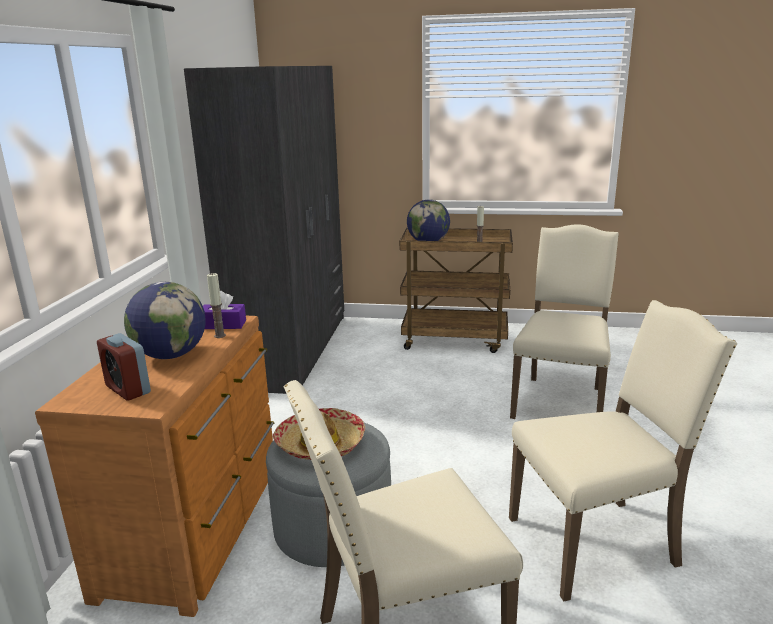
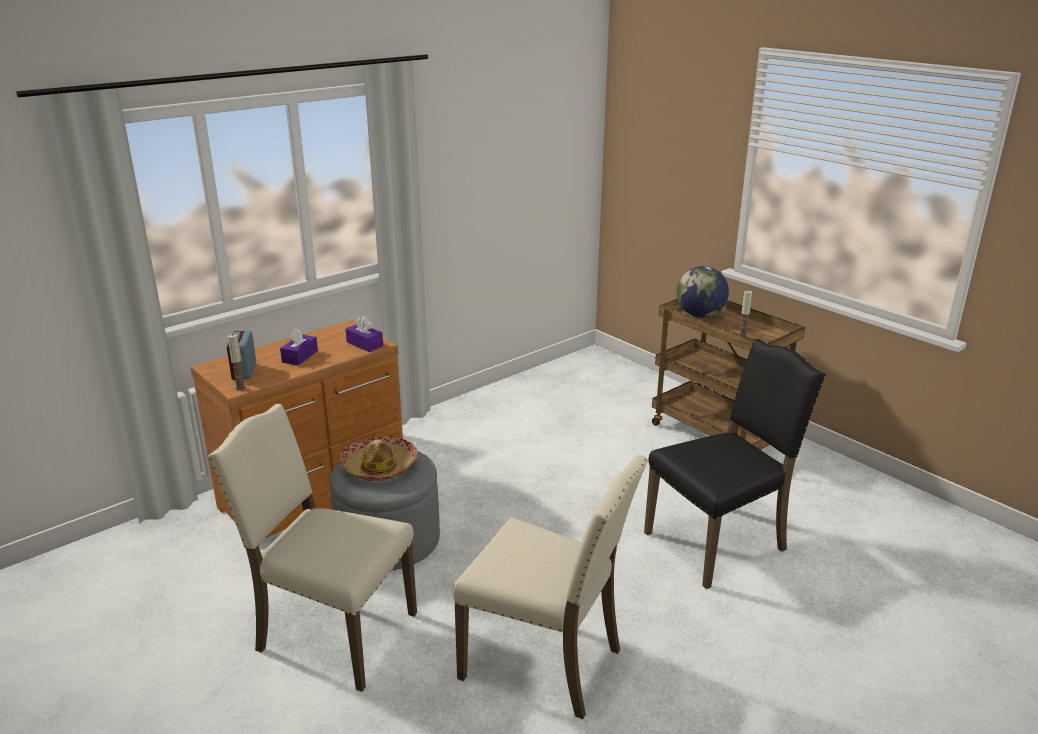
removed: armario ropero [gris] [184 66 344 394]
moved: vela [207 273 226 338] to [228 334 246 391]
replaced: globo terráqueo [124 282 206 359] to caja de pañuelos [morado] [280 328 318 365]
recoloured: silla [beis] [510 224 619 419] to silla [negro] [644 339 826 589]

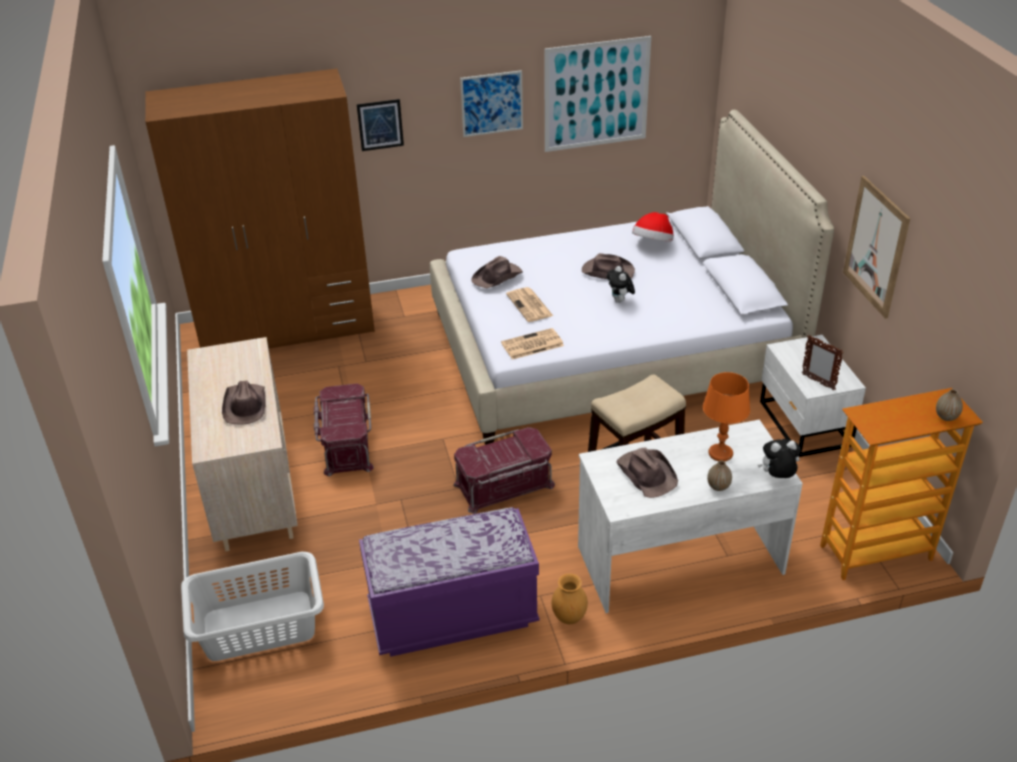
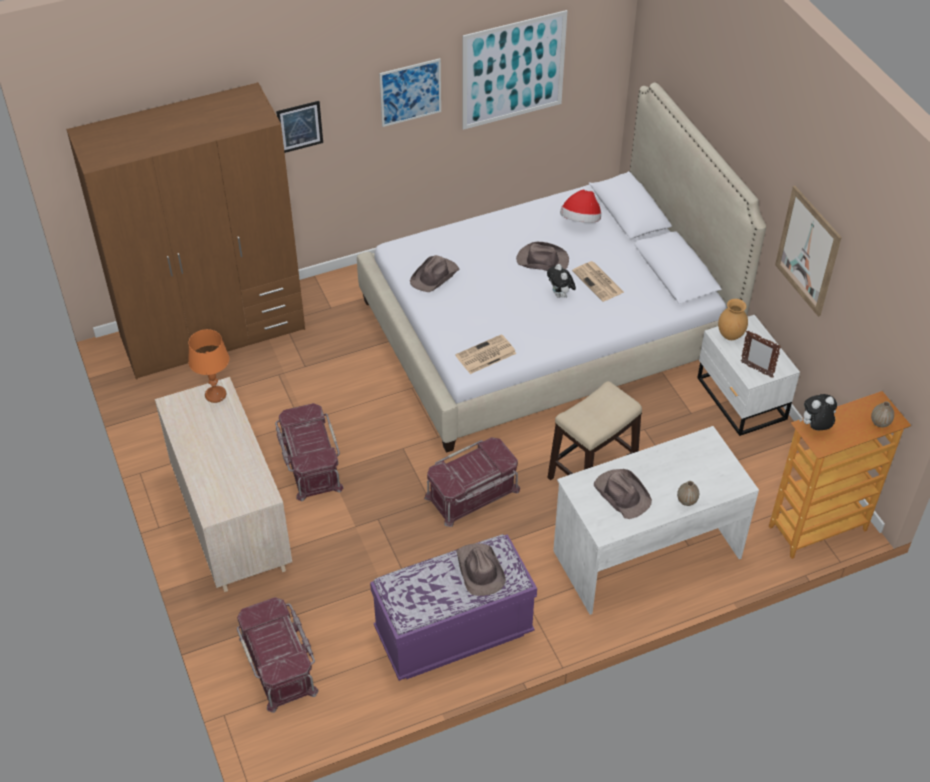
moved: periódico [506 287 553 322] to [572 261 624 302]; lámpara de mesa [naranja] [703 372 750 461] to [188 329 229 403]; sombrero [marrón] [222 380 266 424] to [456 543 506 596]; peluche [758 439 800 478] to [800 394 837 430]; florero [marrón] [552 573 588 624] to [718 299 748 340]
replaced: cesto de la ropa [blanco] [181 552 324 661] to caja de almacenaje [rojo] [237 597 318 713]

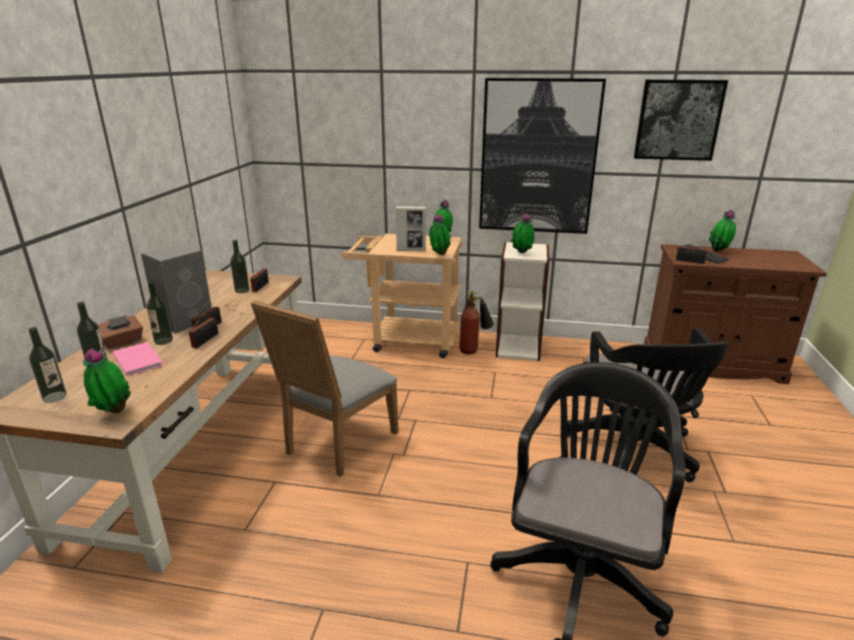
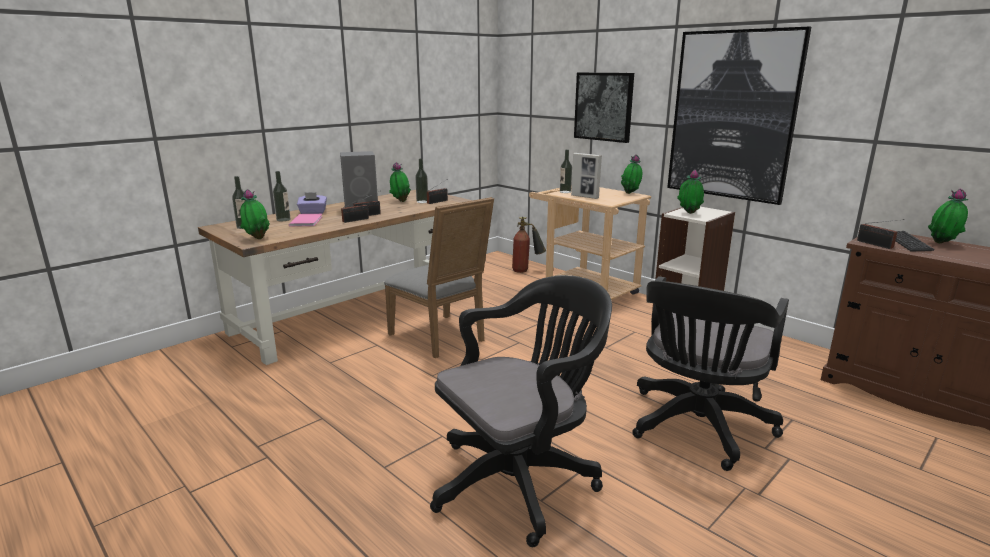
moved: cuadro [634 80 728 161] to [574 73 634 143]; planta en maceta [429 214 451 255] to [389 162 411 202]; botella [147 281 173 345] to [560 150 572 193]; extintor [459 291 494 354] to [512 217 546 273]
recoloured: caja de pañuelos [marrón] [98 315 143 349] to caja de pañuelos [morado] [297 192 327 214]
turned: silla [gris] [251 300 399 477] = [384 197 494 358] 105 degrees counterclockwise

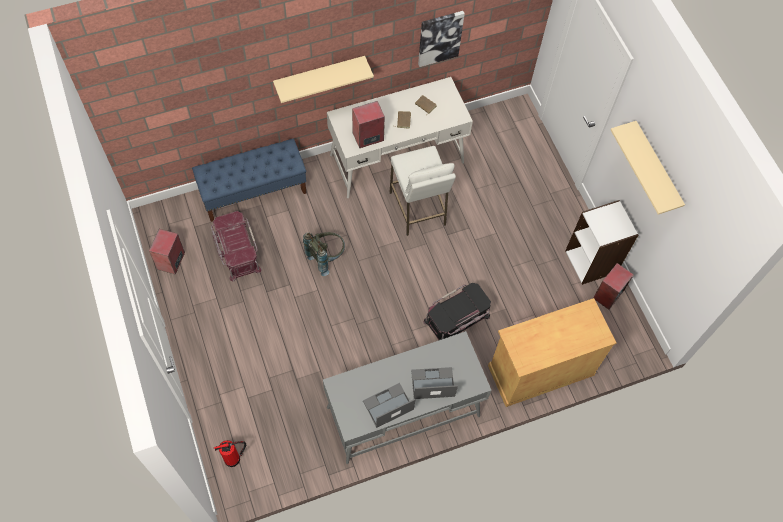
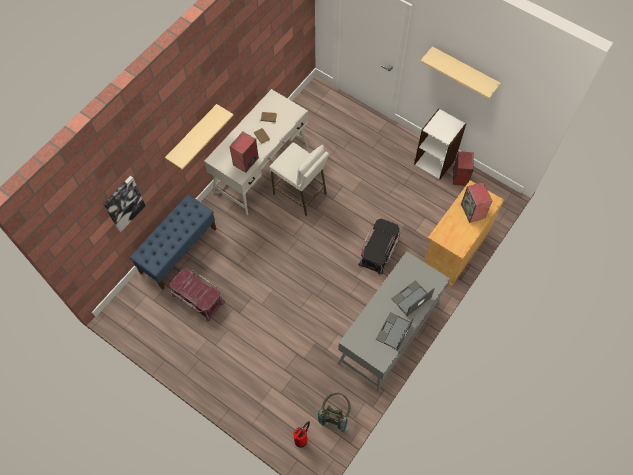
moved: cuadro [418 11 465 67] to [103 176 145 232]; altavoz [149 229 185 275] to [461 182 492 223]; mochila [gris] [303 232 345 276] to [318 393 351 432]

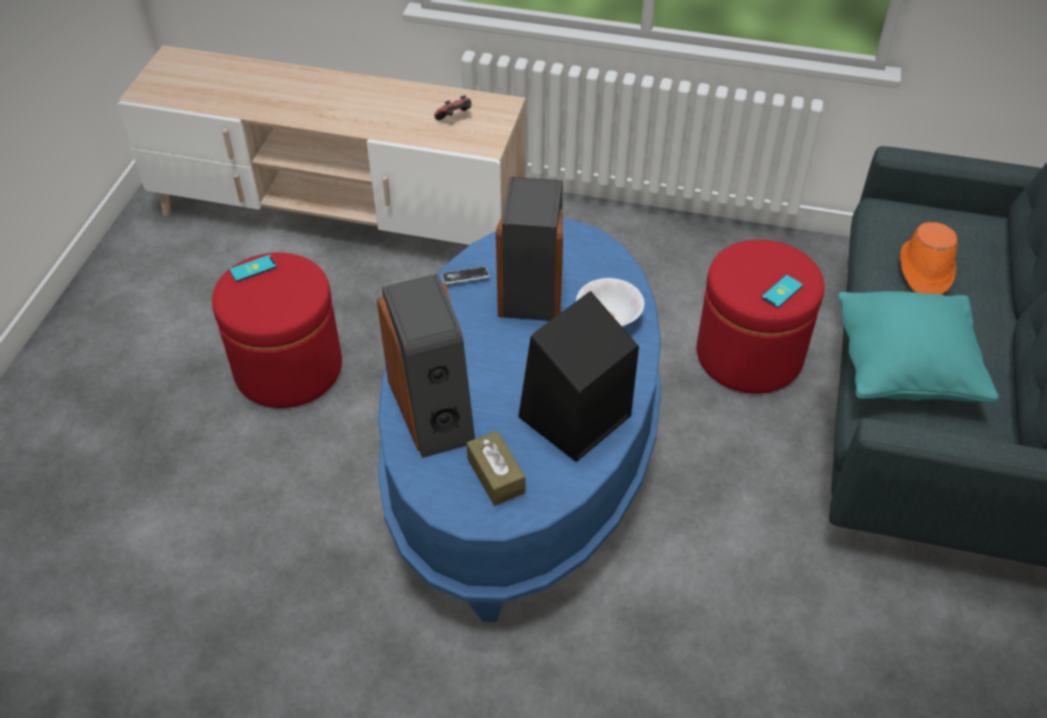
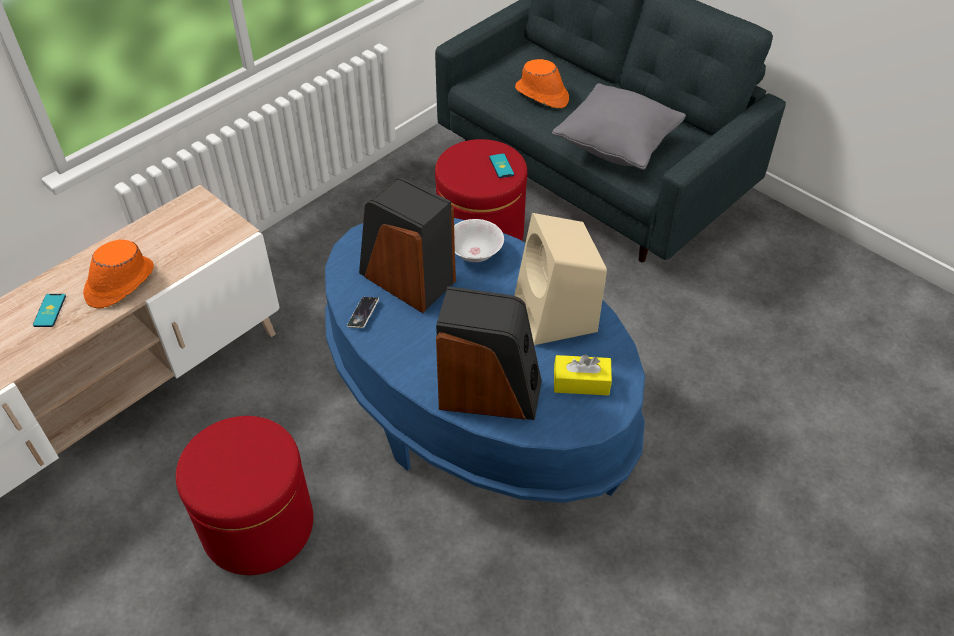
removed: mando de consola [434 95 471 120]
added: sombrero [naranja] [83 240 154 308]
moved: móvil [230 255 277 282] to [33 294 66 327]
recoloured: altavoz [negro] [518 291 639 462] to altavoz [beis] [514 213 607 345]; cojín [turquesa] [837 291 999 402] to cojín [gris] [552 83 686 170]; caja de pañuelos [marrón] [466 431 525 506] to caja de pañuelos [amarillo] [554 354 612 396]

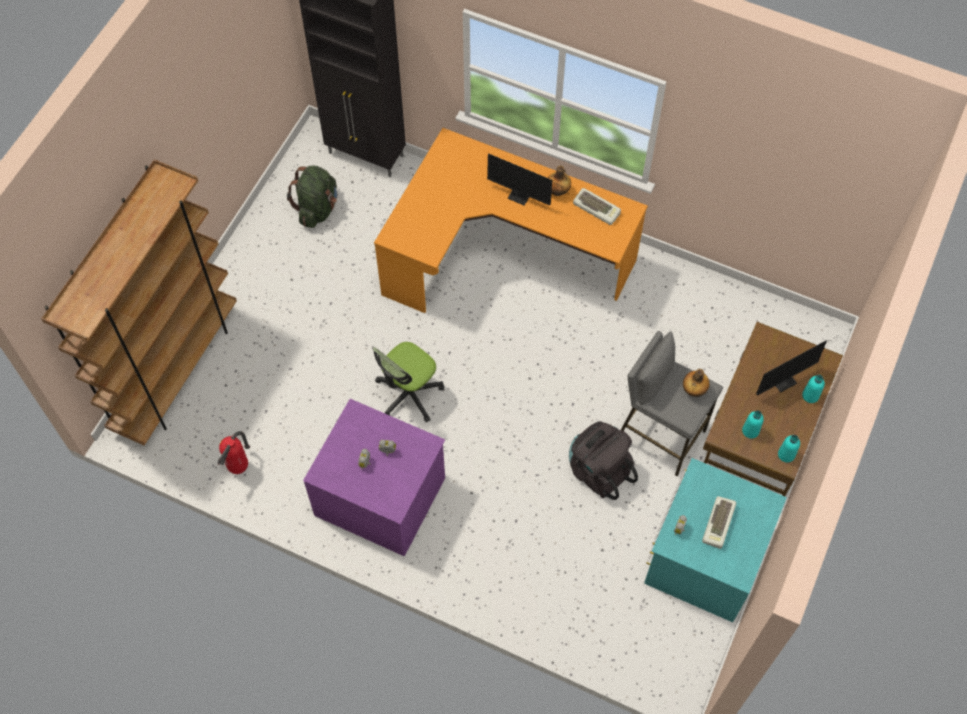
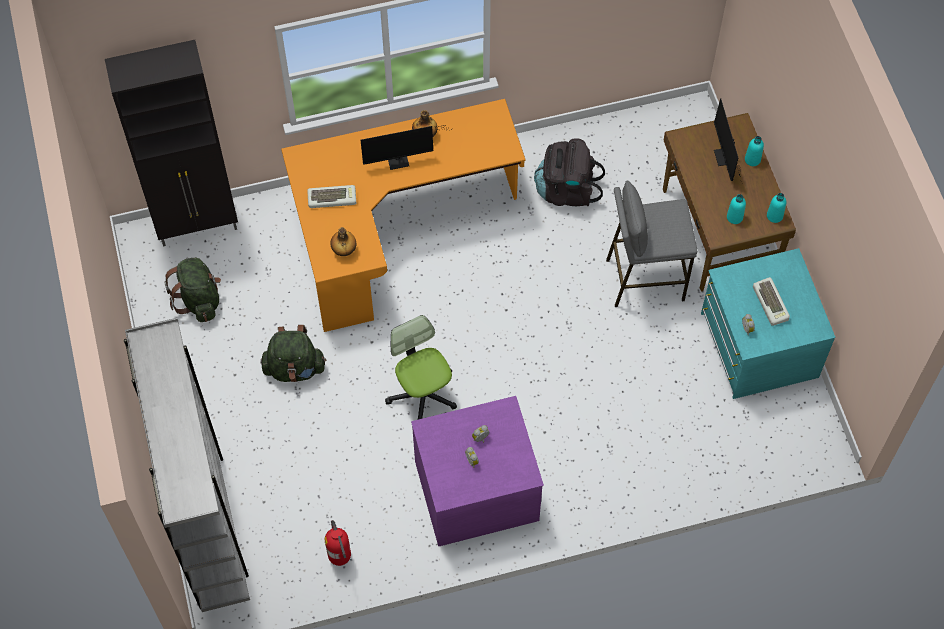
added: mochila [verde] [261 325 326 382]
moved: teclado [573 188 621 225] to [307 185 356 208]; botella [683 369 710 397] to [330 227 356 256]; mochila [negro] [569 421 638 500] to [534 138 605 206]
recoloured: estantería [marrón] [41 160 237 446] to estantería [gris] [124 318 250 612]
turned: monitor [756 336 838 396] = [714 98 741 181] 150 degrees clockwise; silla de oficina [373 342 444 423] = [385 315 457 420] 150 degrees clockwise

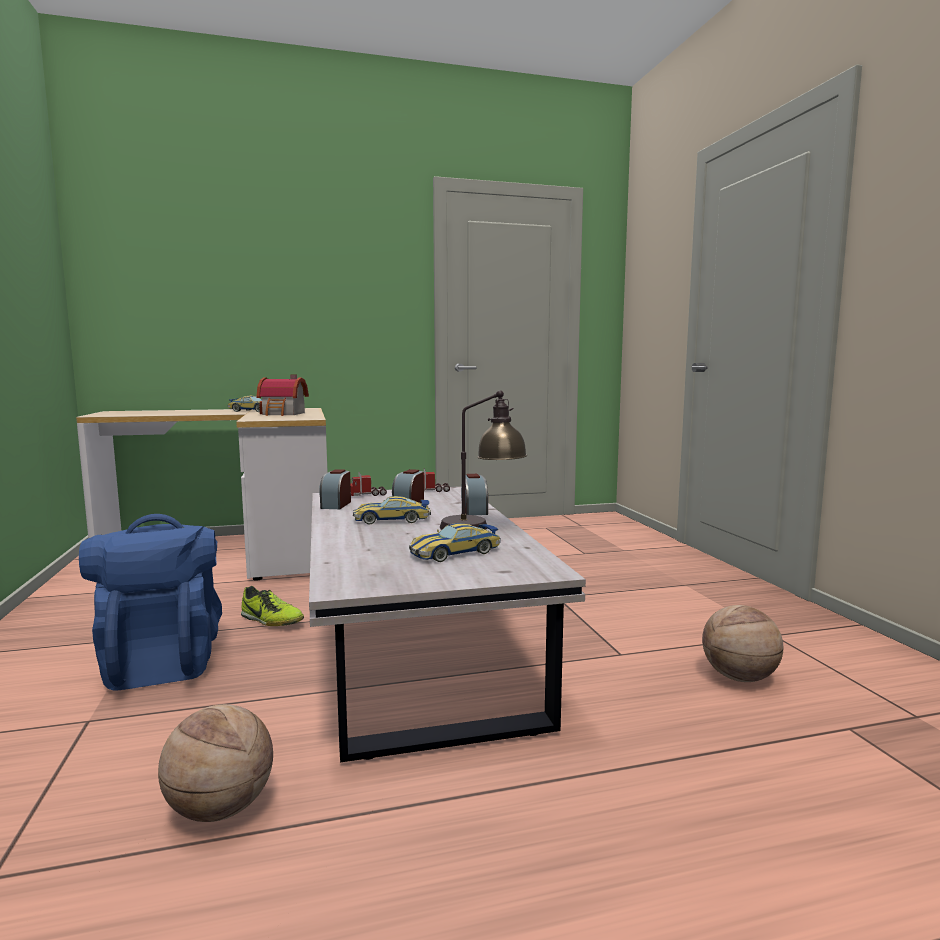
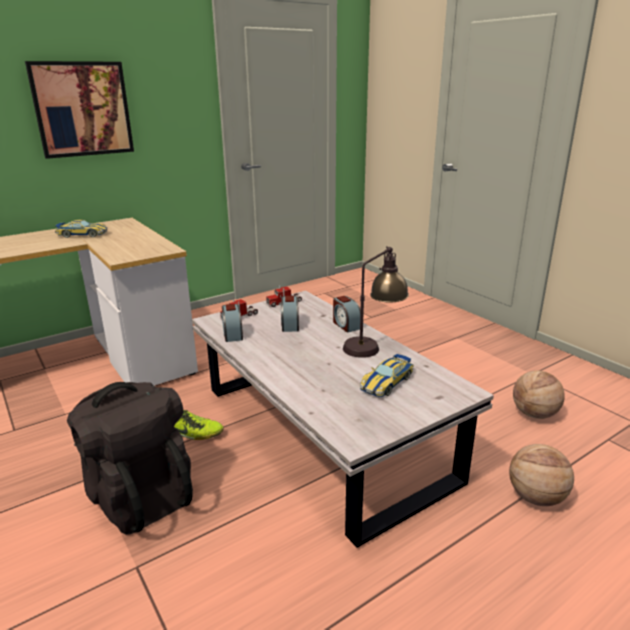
removed: casita [257 375 309 416]; coche de juguete [353 496 431 524]
added: cuadro [25 61 134 159]
moved: balón de baloncesto [158 704 273 822] to [509 444 574 506]
recoloured: mochila [azul] [79 514 222 691] to mochila [negro] [67 382 193 535]

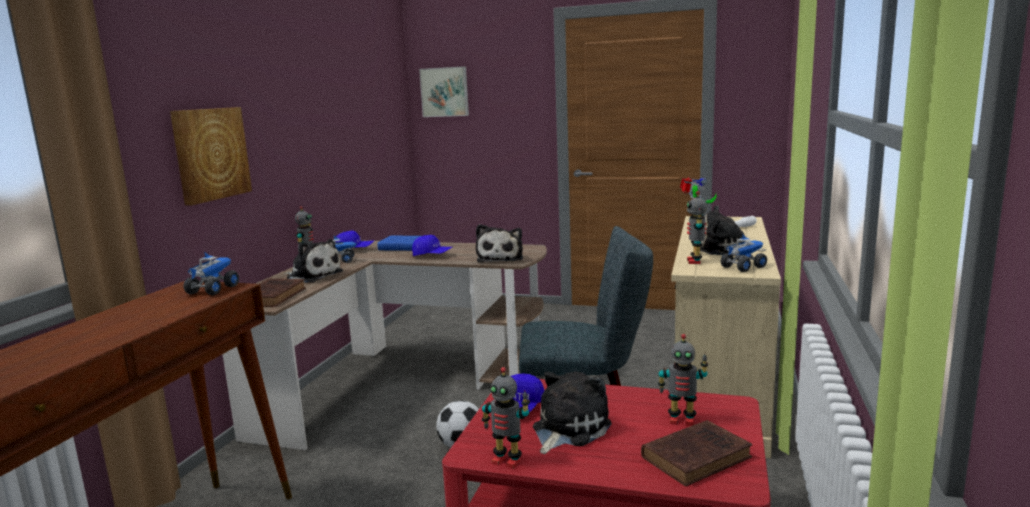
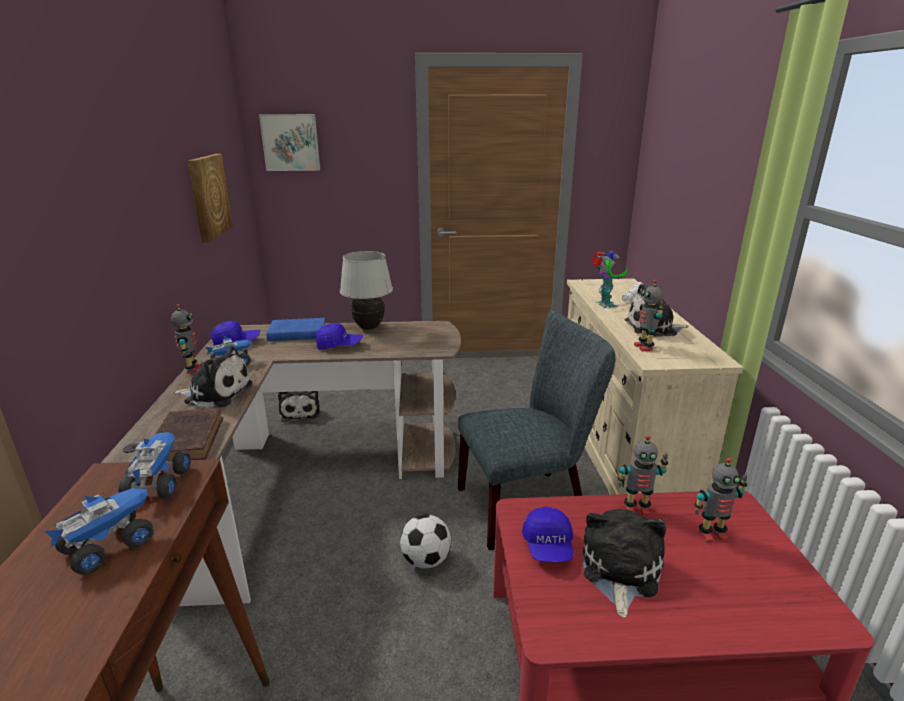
removed: libro [marrón] [641 420 752 486]
added: lámpara de mesa [blanco] [340 251 393 330]
moved: cuadro [170 107 252 205] to [187 154 233 243]; peluche [476 224 523 263] to [278 391 320 422]; camión de juguete [720 234 767 272] to [45 488 154 575]; robot de juguete [482 367 530 469] to [618 435 668 516]

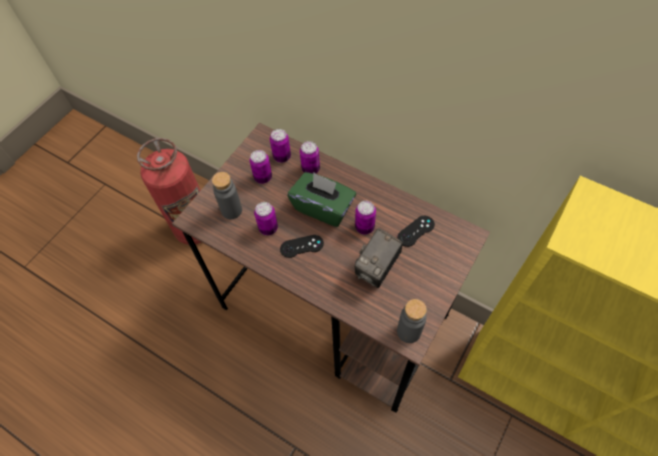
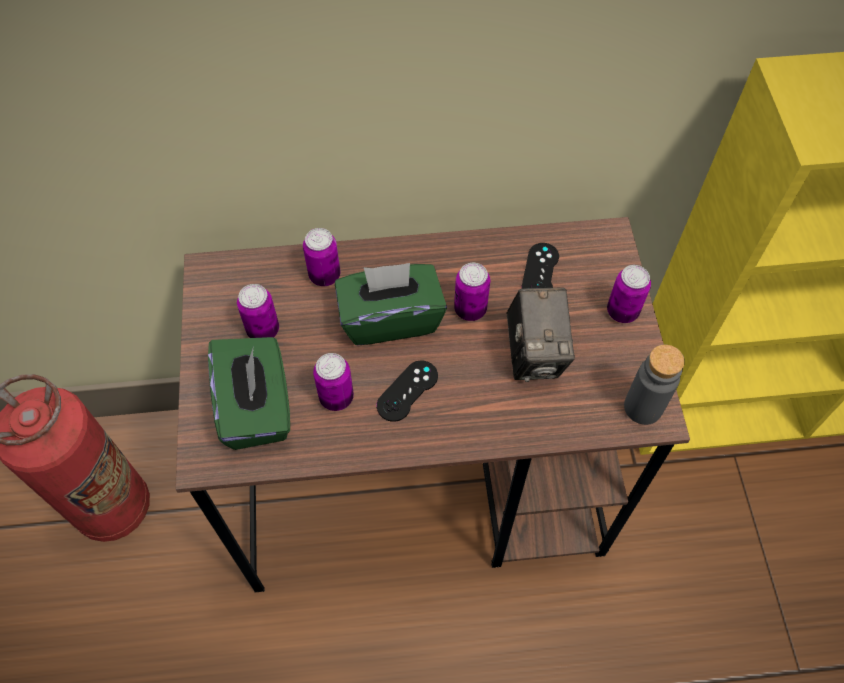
moved: lata [270 129 291 163] to [607 265 651 323]
replaced: botella [gris] [212 172 242 219] to caja de pañuelos [verde] [208 337 290 450]

